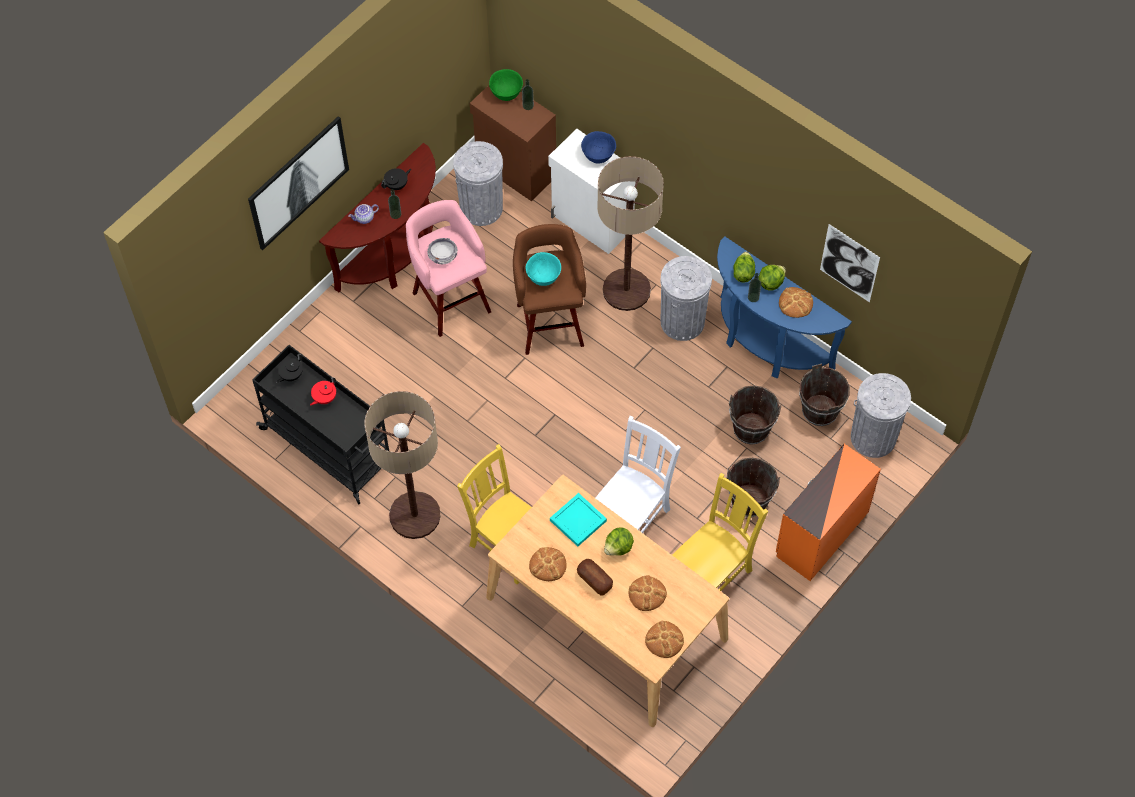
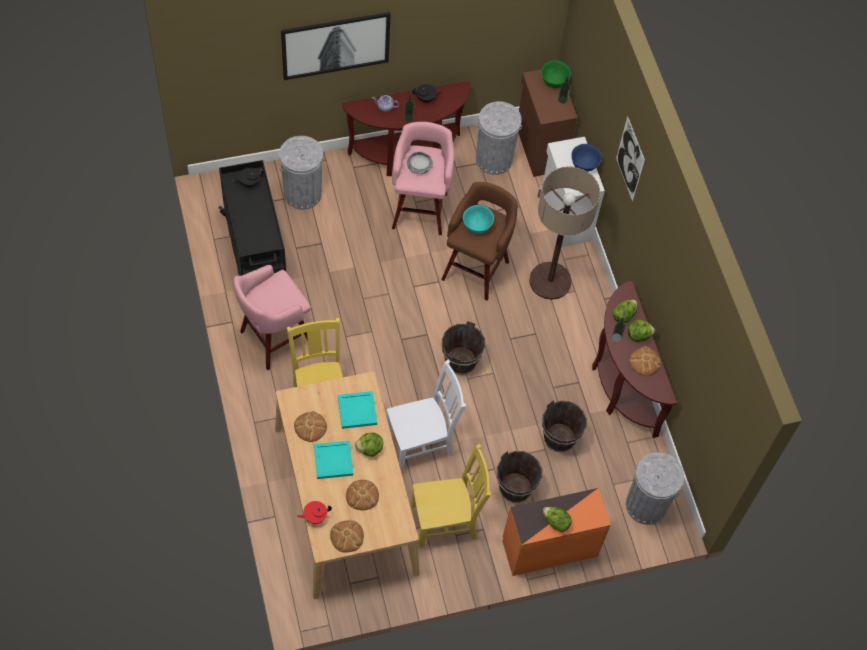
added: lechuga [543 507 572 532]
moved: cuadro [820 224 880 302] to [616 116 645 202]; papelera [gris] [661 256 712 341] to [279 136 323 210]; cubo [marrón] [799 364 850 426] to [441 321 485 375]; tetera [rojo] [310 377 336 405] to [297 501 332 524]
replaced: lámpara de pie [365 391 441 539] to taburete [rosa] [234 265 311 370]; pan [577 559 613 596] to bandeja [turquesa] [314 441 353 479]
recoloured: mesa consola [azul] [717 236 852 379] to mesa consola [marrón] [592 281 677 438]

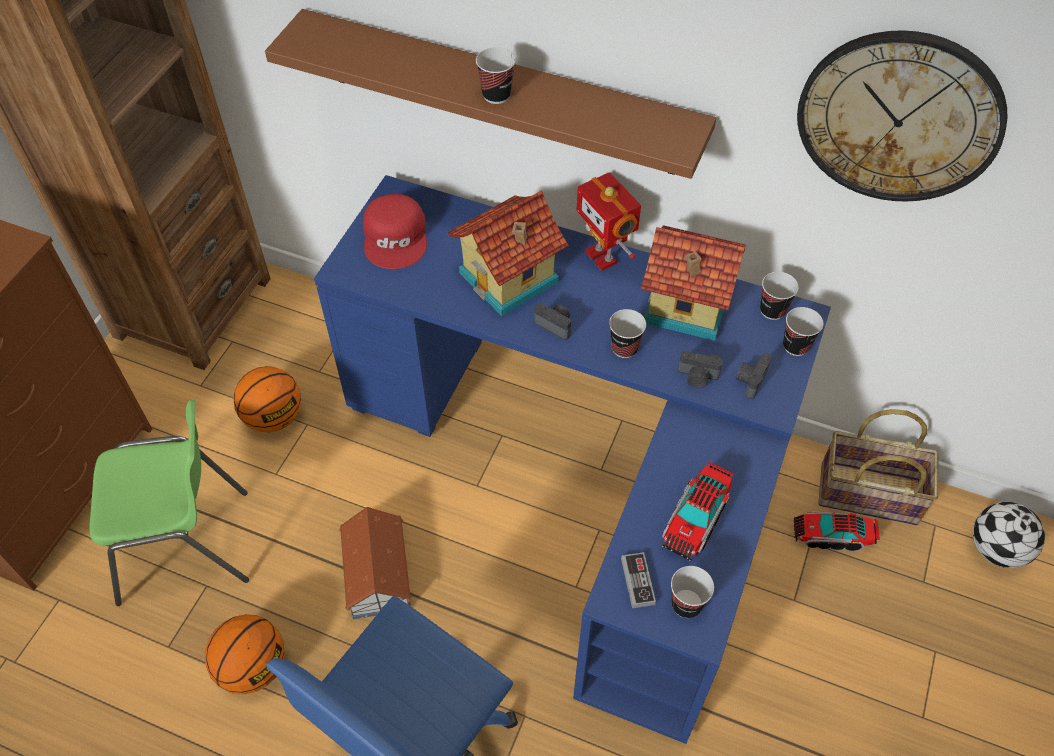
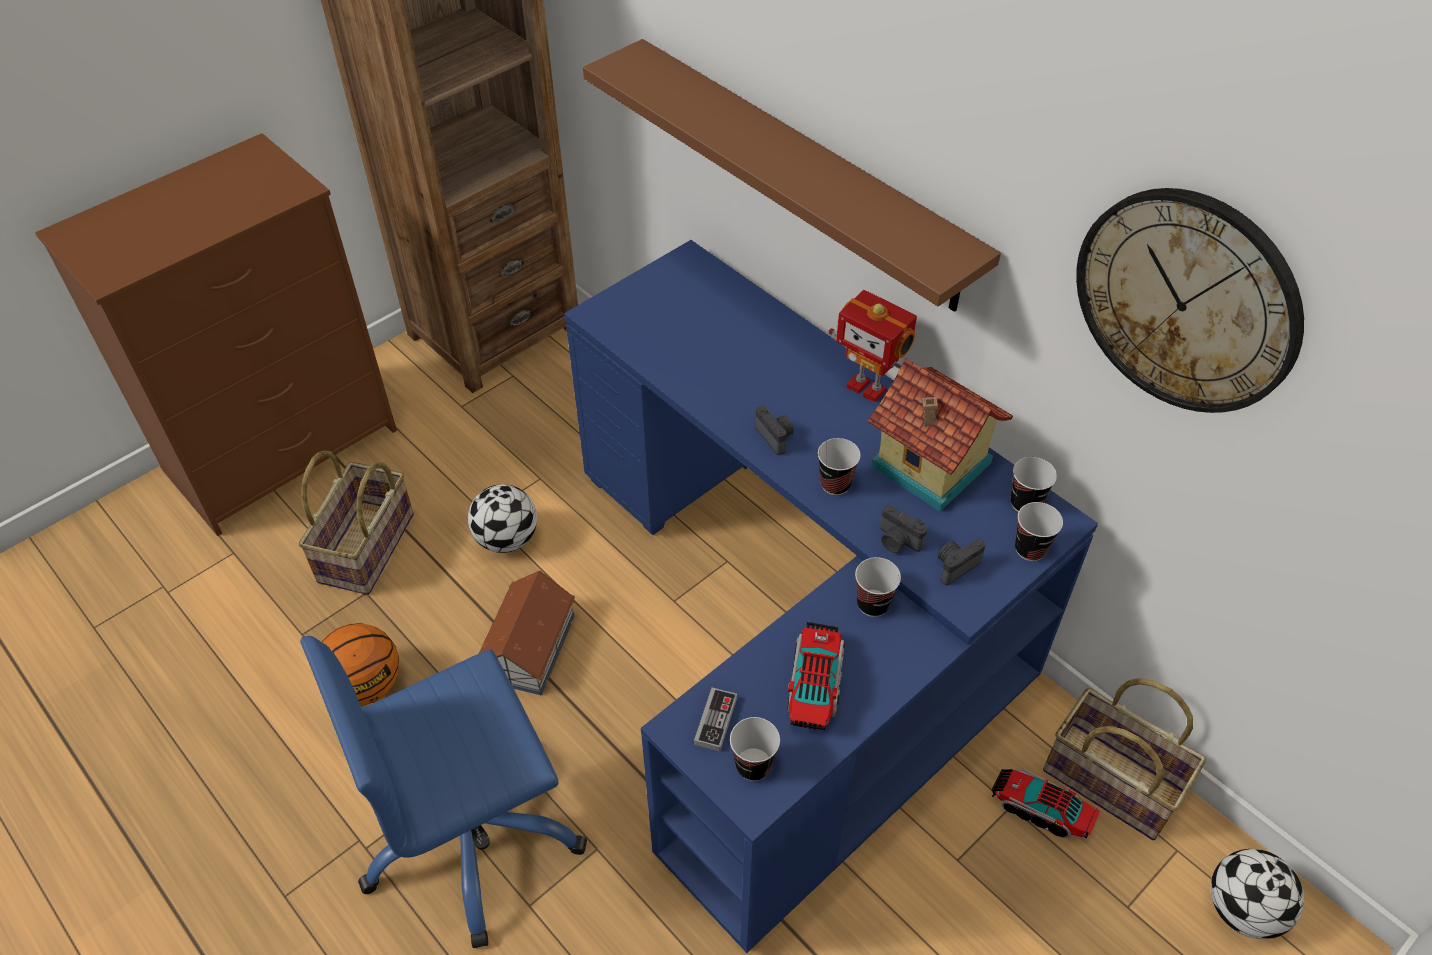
removed: casita [447 190 569 316]; gorra [rojo] [363 194 427 269]; balón de baloncesto [233 366 301 432]
added: balón de fútbol [468 484 537 553]
moved: taza [476 47 516 104] to [855 557 901 617]
replaced: silla [verde] [89 400 249 606] to cesta [299 451 414 595]
turned: robot de juguete [576 172 641 271] = [829 290 917 403] 45 degrees counterclockwise; camión de juguete [662 462 734 561] = [788 622 845 731] 135 degrees clockwise

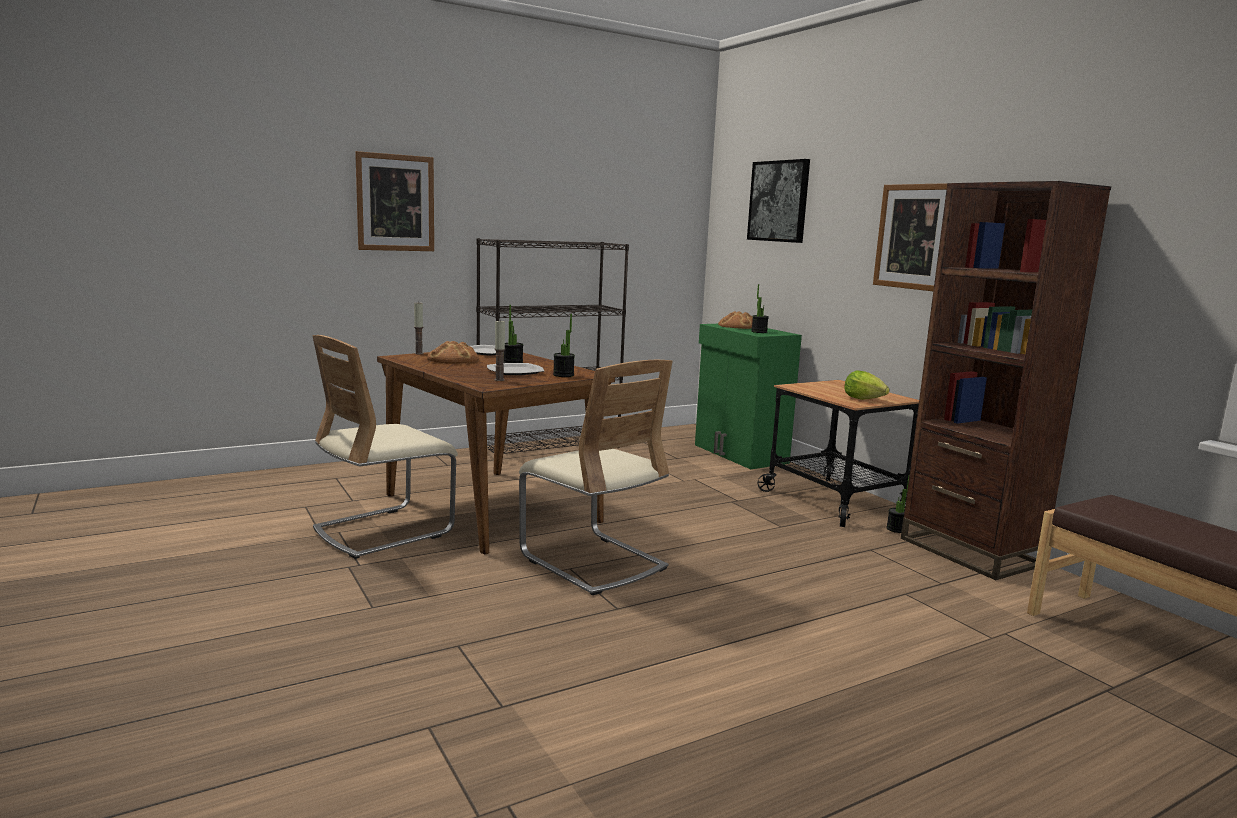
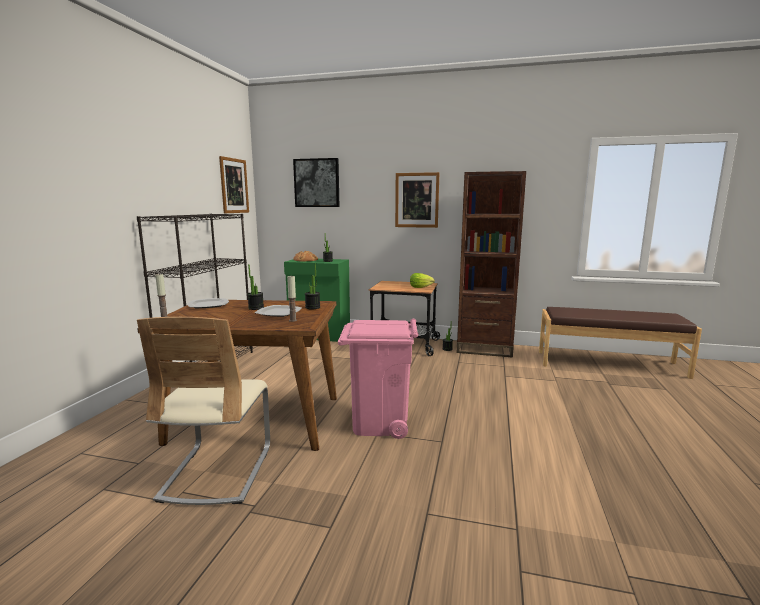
removed: pan [427 341 479 364]
moved: cuadro [355 151 434 251] to [219 156 249 213]
replaced: silla [beis] [519 360 673 595] to papelera [rosa] [338 319 418 439]

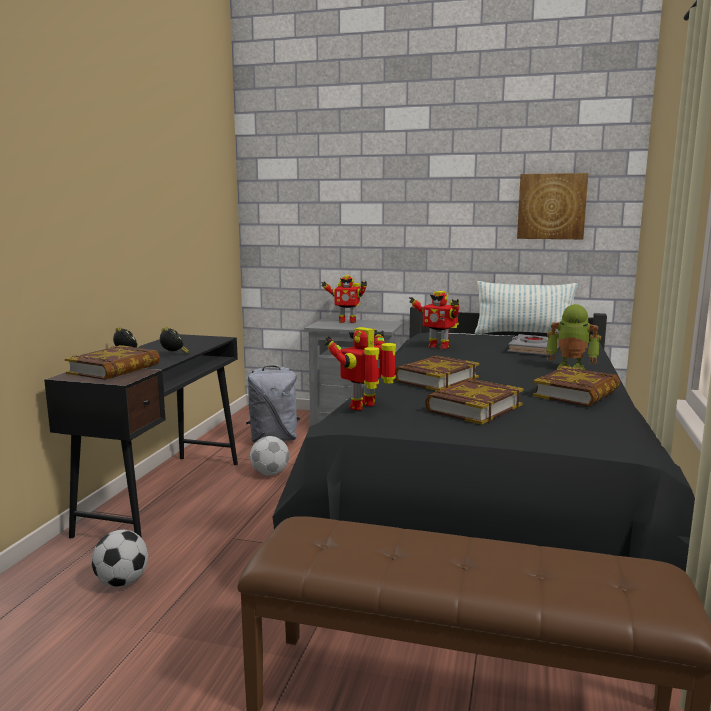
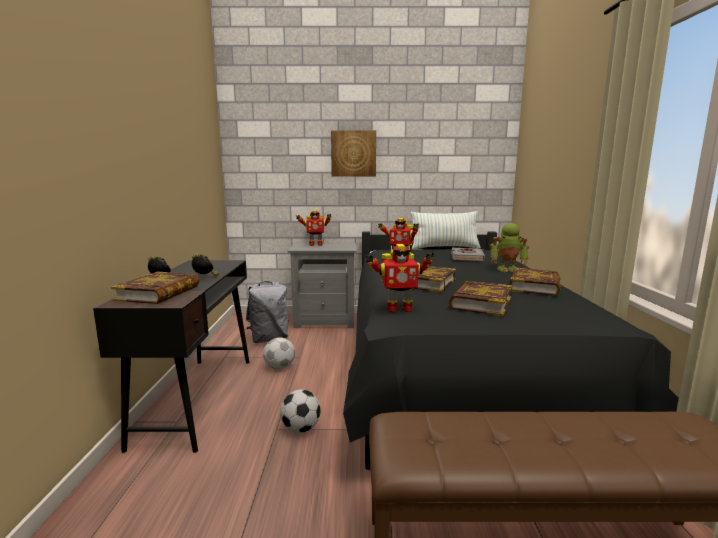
moved: cuadro [517 173 588 239] to [331 130 376 177]; balón de fútbol [92 530 148 587] to [280 389 321 433]
turned: robot de juguete [325 327 396 410] = [365 244 435 313] 120 degrees counterclockwise

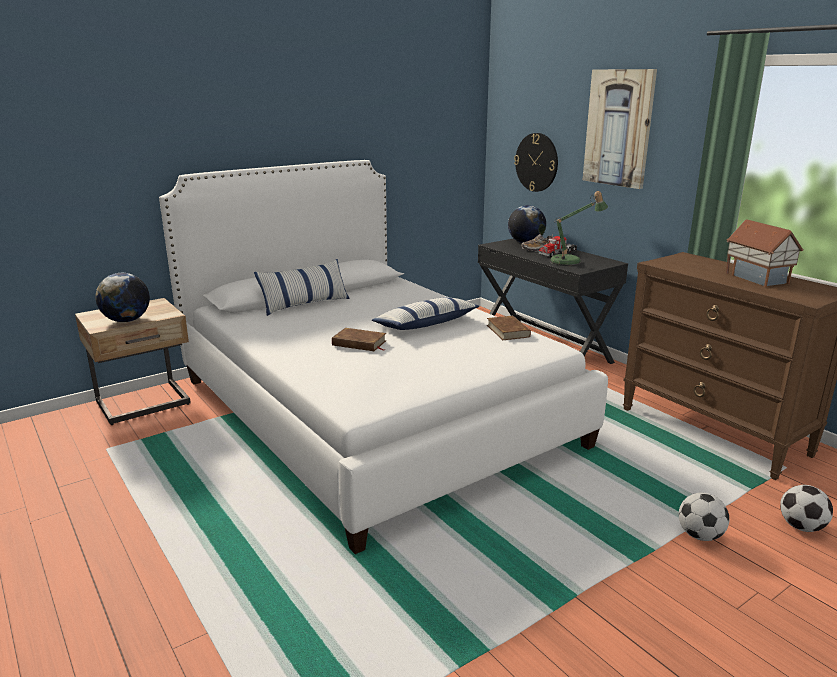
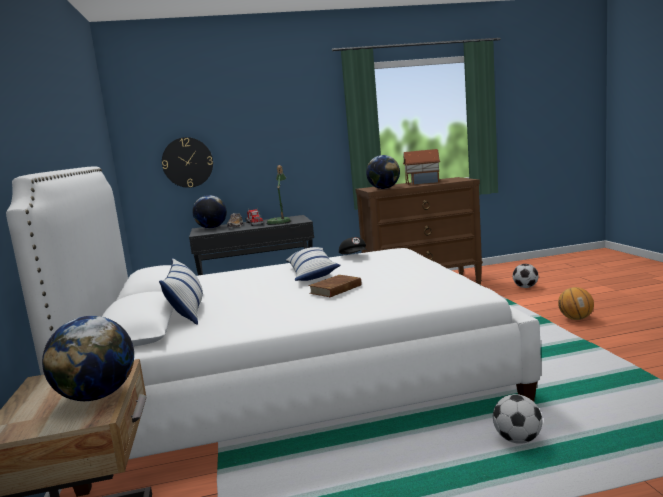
removed: cuadro [583 69 657 189]
added: globo terráqueo [366 155 400 189]; balón de baloncesto [558 287 594 320]
moved: balón de fútbol [679 493 729 541] to [493 394 542 444]
replaced: libro [marrón] [487 315 531 340] to gorra [negro] [339 237 367 254]

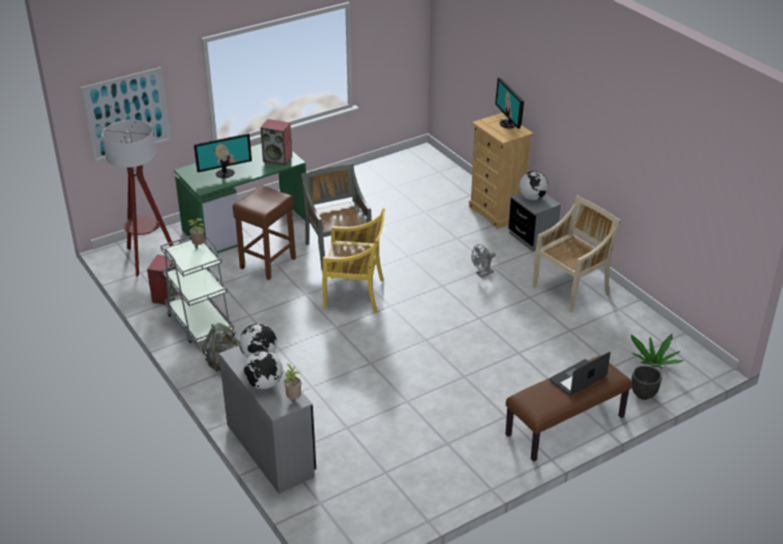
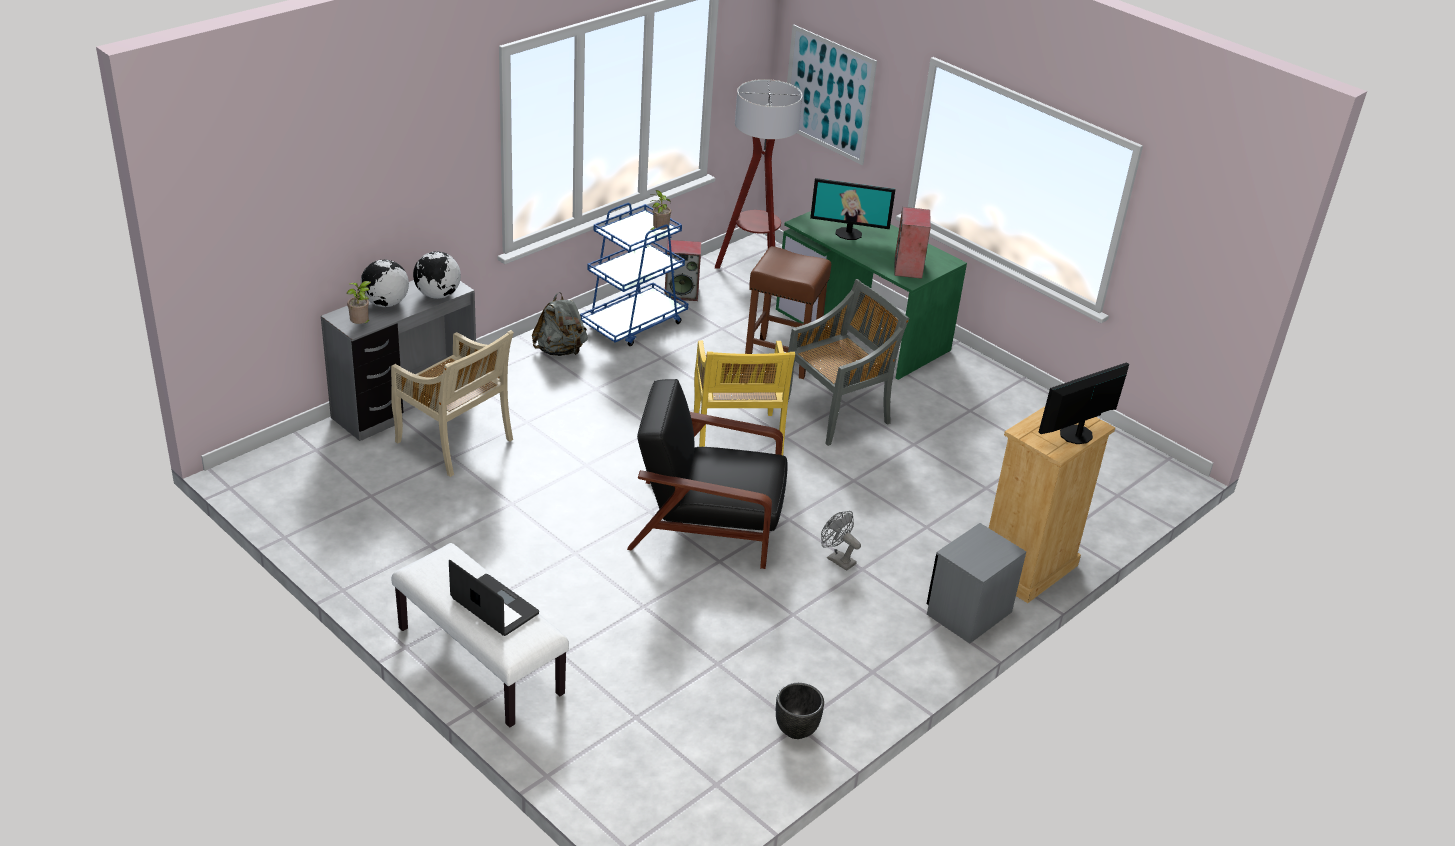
removed: globo terráqueo [519 171 548 200]; planta en maceta [631 333 684 368]
added: sillón [negro] [627 379 788 569]
moved: silla [beis] [532 196 621 313] to [391 330 514 477]; maceta [negro] [631 366 662 400] to [776 683 824 739]
recoloured: carrito [gris] [161 236 234 344] to carrito [azul] [580 203 688 346]; banco [marrón] [506 356 632 462] to banco [blanco] [391 543 569 728]
turned: monitor [194 133 252 178] = [810 178 896 240] 45 degrees counterclockwise

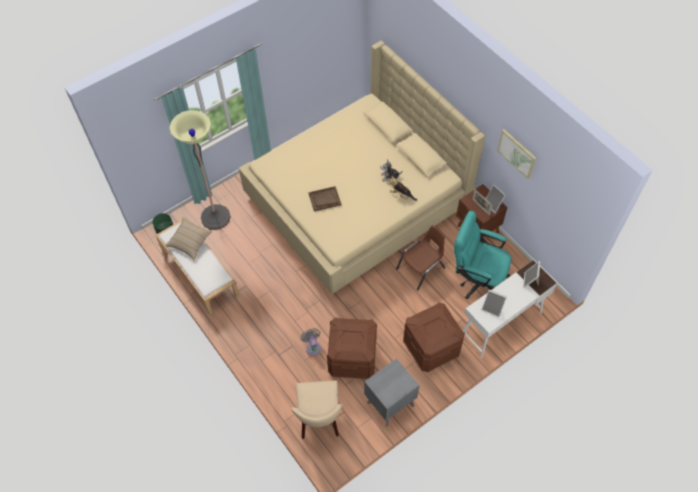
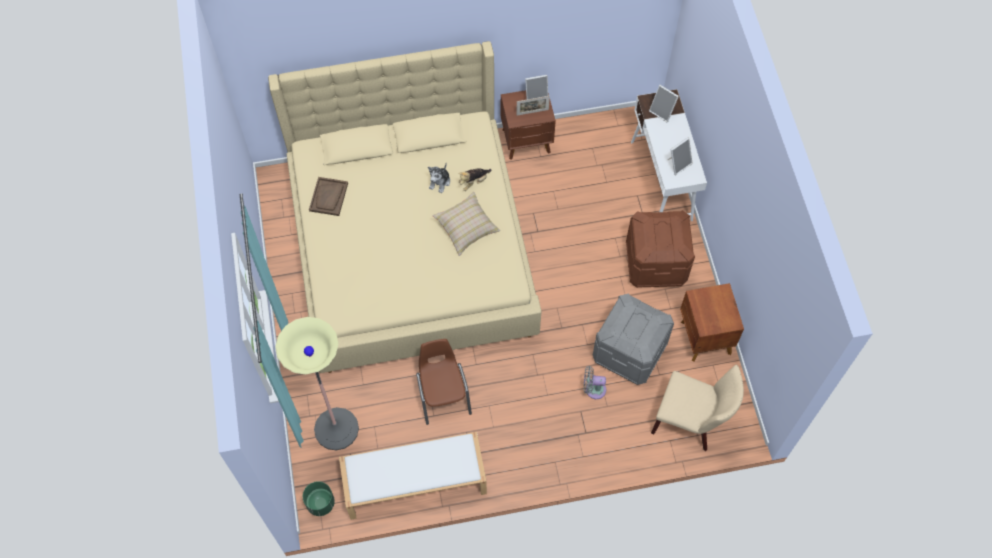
removed: cuadro [497 129 536 179]; silla de oficina [turquesa] [454 211 511 299]
moved: bandeja [marrón] [308 186 341 212] to [309 177 348 216]; cojín [beis] [165 216 212 261] to [432 192 500 256]; silla [marrón] [396 225 445 290] to [416 339 472 425]
recoloured: caja de almacenaje [marrón] [327 317 377 379] to caja de almacenaje [gris] [593 294 674 385]; mesita de noche [gris] [364 358 419 427] to mesita de noche [marrón] [680 283 744 362]

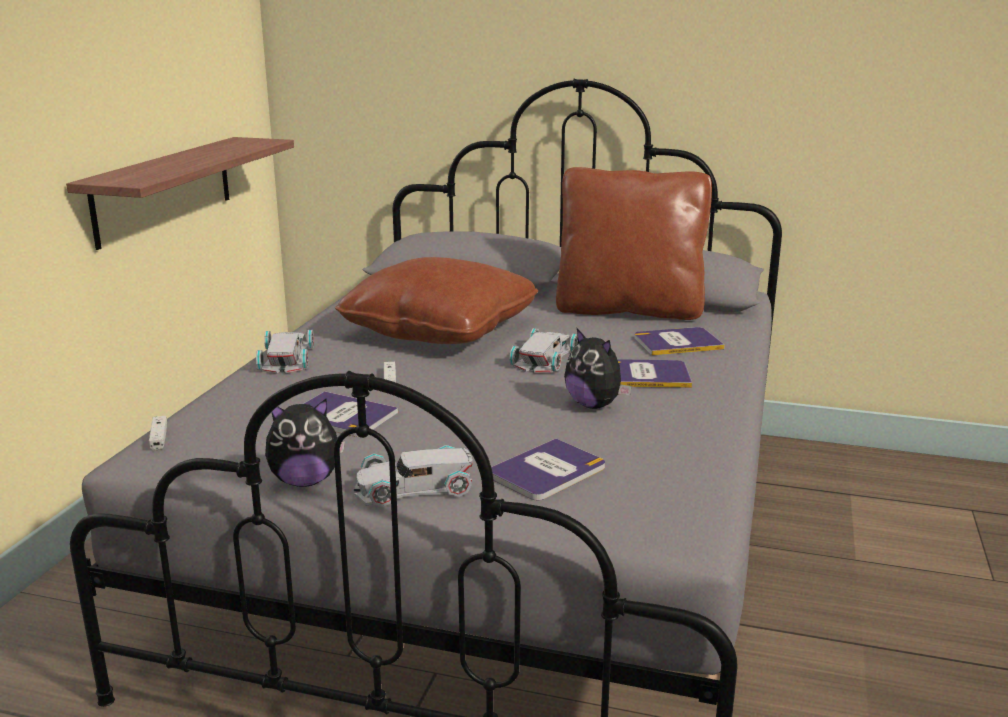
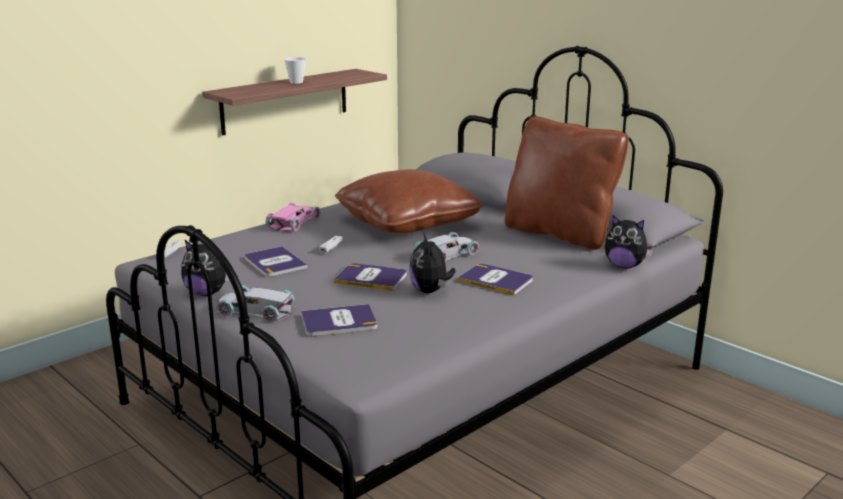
added: taza [284 57 306 84]; peluche [605 215 653 268]
moved: libro [634 327 725 356] to [334 263 407 291]
recoloured: coche de juguete [blanco] [256 330 314 374] to coche de juguete [rosa] [266 203 320 232]

